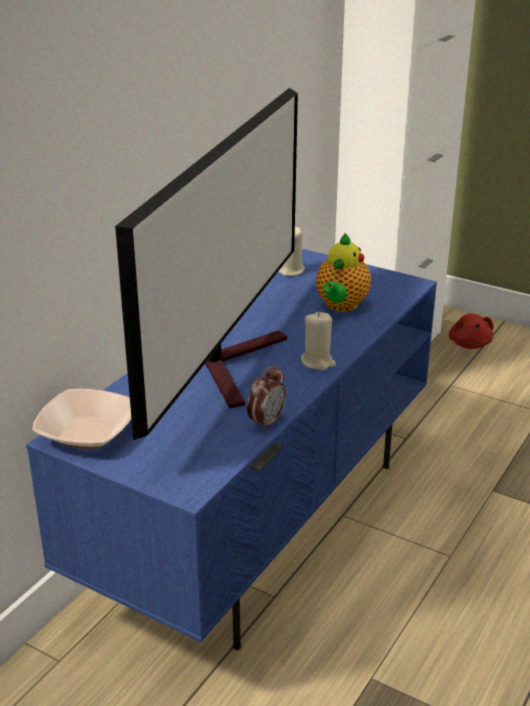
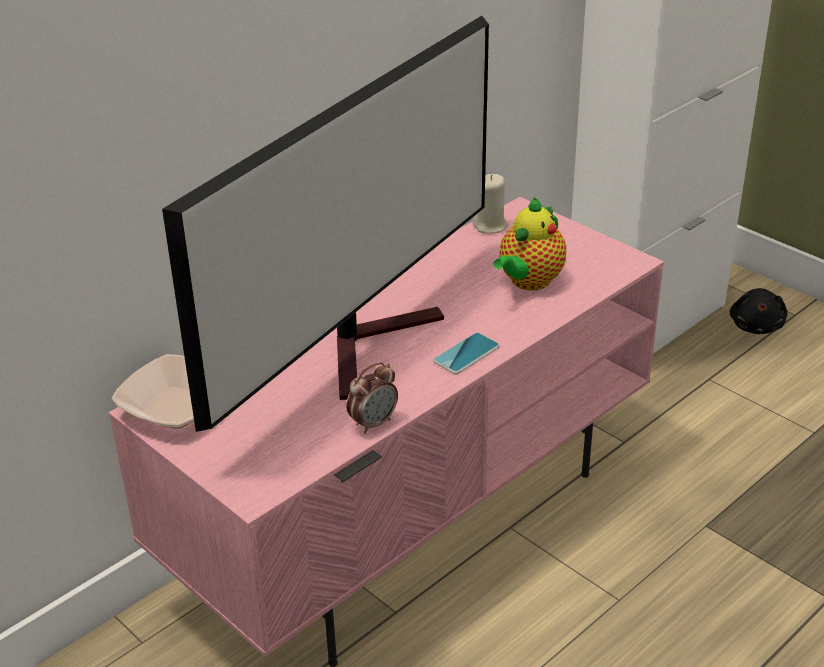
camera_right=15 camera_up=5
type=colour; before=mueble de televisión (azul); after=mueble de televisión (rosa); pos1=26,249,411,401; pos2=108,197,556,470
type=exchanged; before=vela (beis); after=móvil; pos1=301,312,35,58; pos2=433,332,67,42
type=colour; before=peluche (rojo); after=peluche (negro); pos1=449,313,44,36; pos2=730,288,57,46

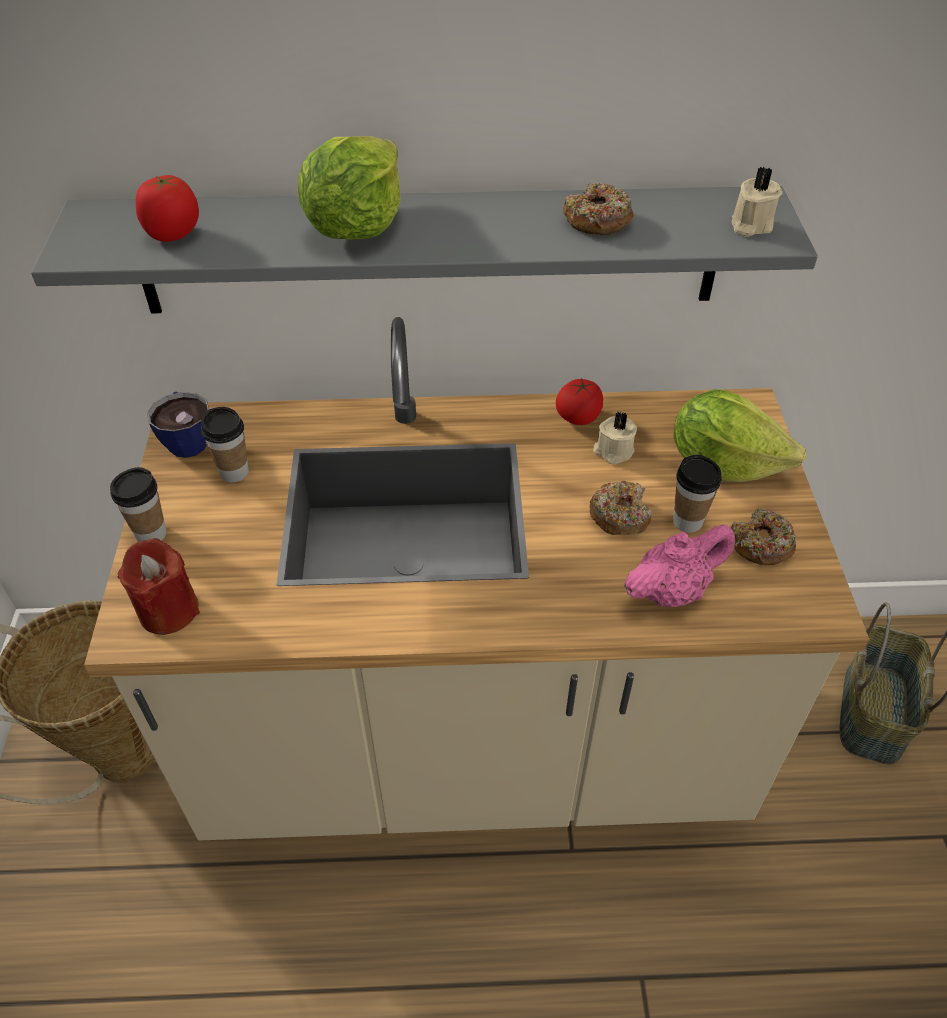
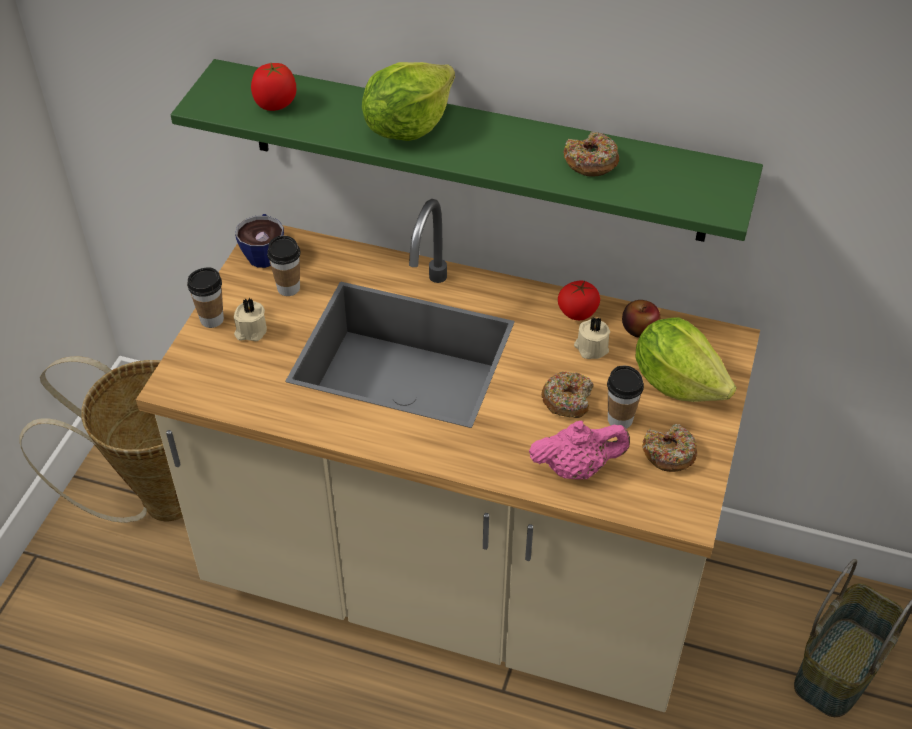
camera_right=20 camera_up=0
type=relocated; before=vela (beis); pos1=732,166,51,71; pos2=234,298,33,43
type=colour; before=estante (gris); after=estante (verde); pos1=31,186,787,128; pos2=171,59,592,183
type=missing; before=vela (rojo); pos1=117,538,83,97
type=appeared; after=manzana; pos2=622,300,38,38

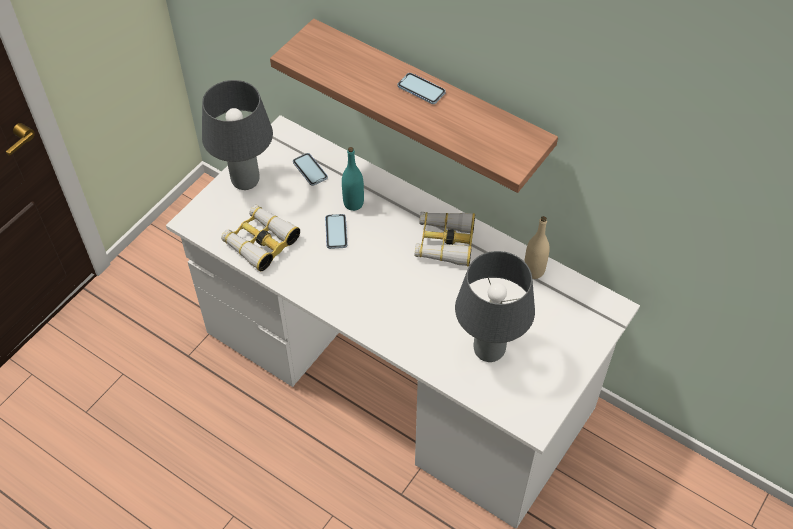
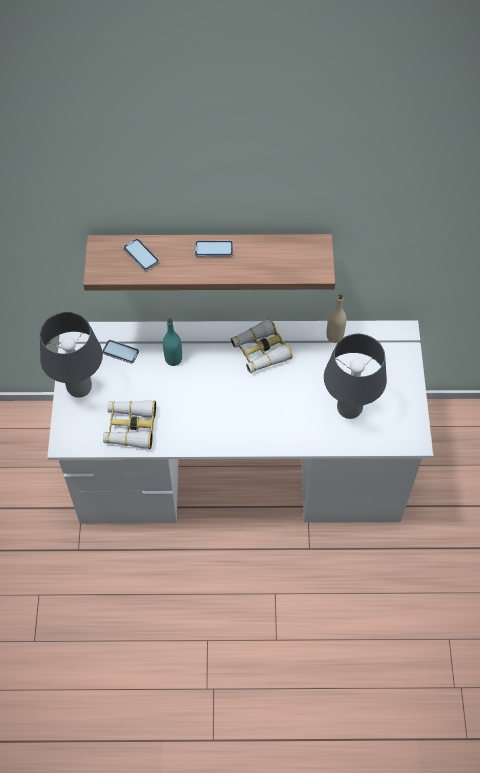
camera_right=-35 camera_up=5
type=relocated; before=móvil; pos1=325,214,23,35; pos2=123,239,36,32

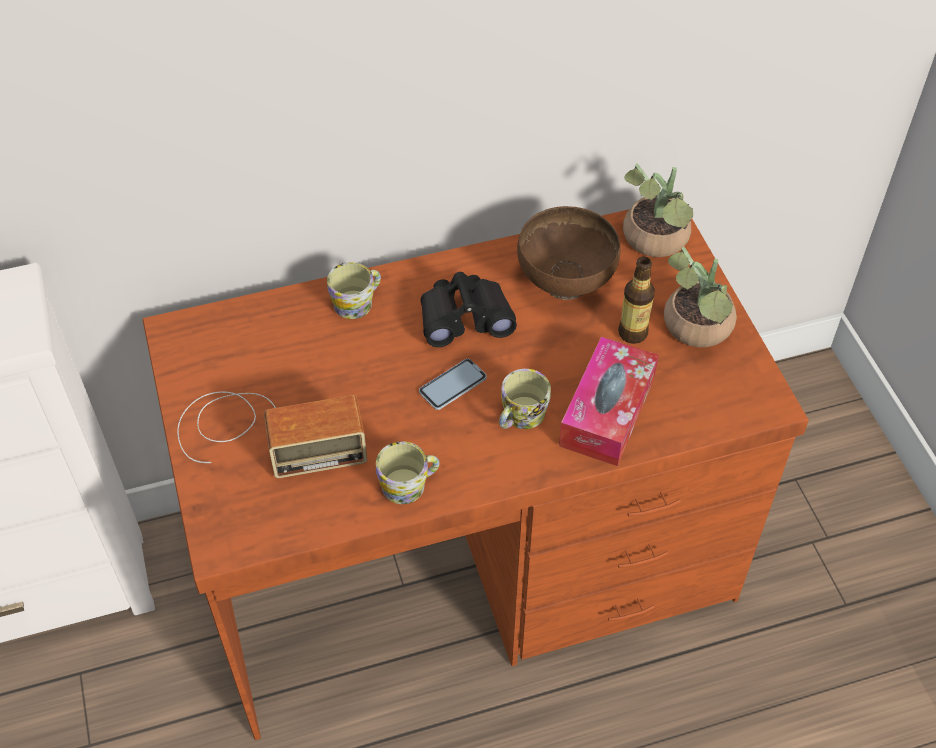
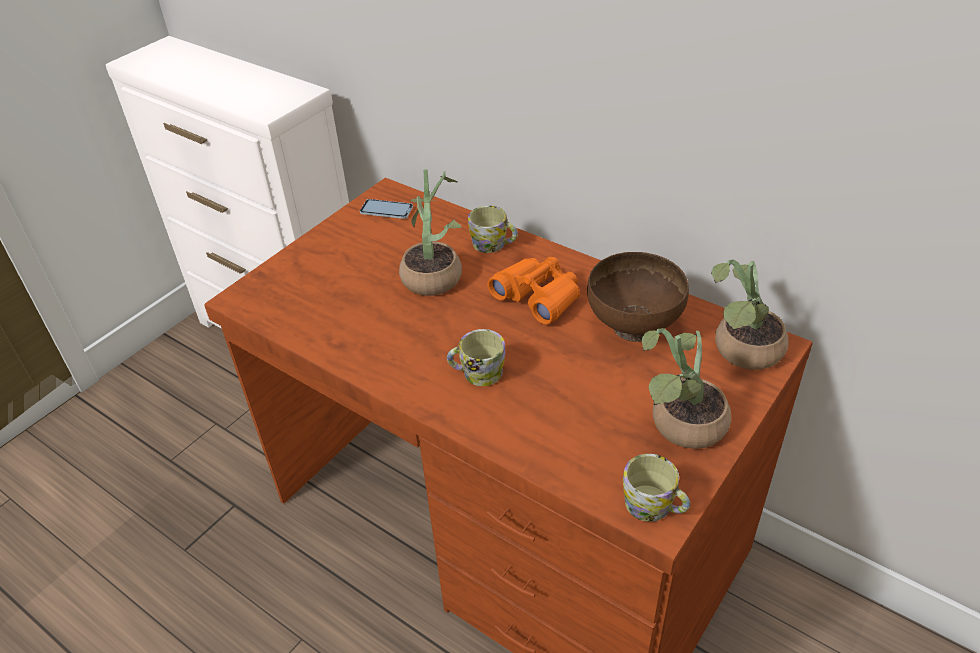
camera_right=55 camera_up=-10
type=missing; before=botella; pos1=618,256,37,88
type=colour; before=prismáticos (negro); after=prismáticos (naranja); pos1=420,272,97,75; pos2=487,257,93,68
type=missing; before=caja de pañuelos; pos1=559,337,100,129
type=relocated; before=móvil; pos1=419,359,68,51; pos2=360,199,53,20
type=missing; before=radio; pos1=177,392,190,86
type=relocated; before=taza grande; pos1=376,441,64,63; pos2=623,454,67,68
type=appeared; after=planta en maceta; pos2=399,169,63,127

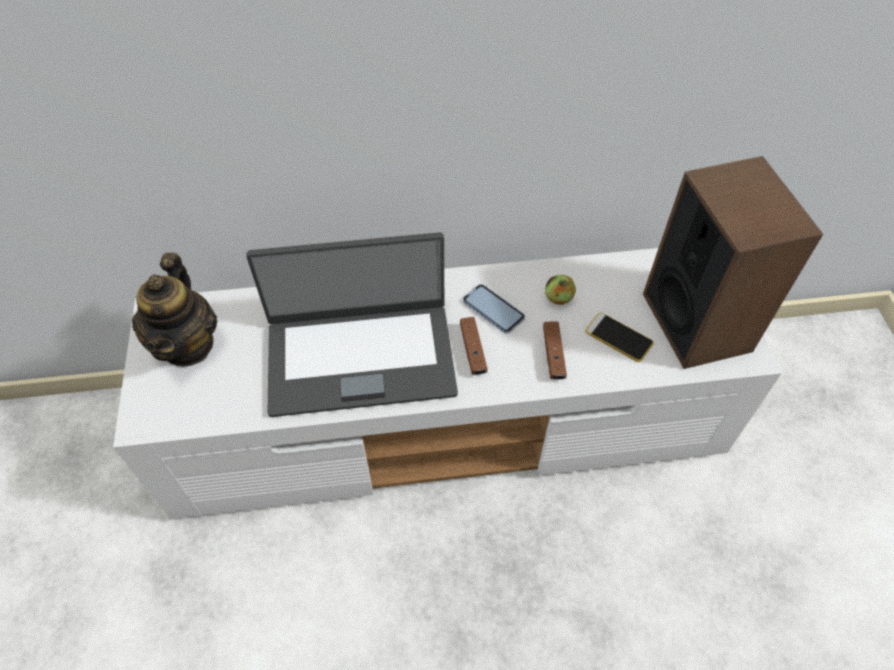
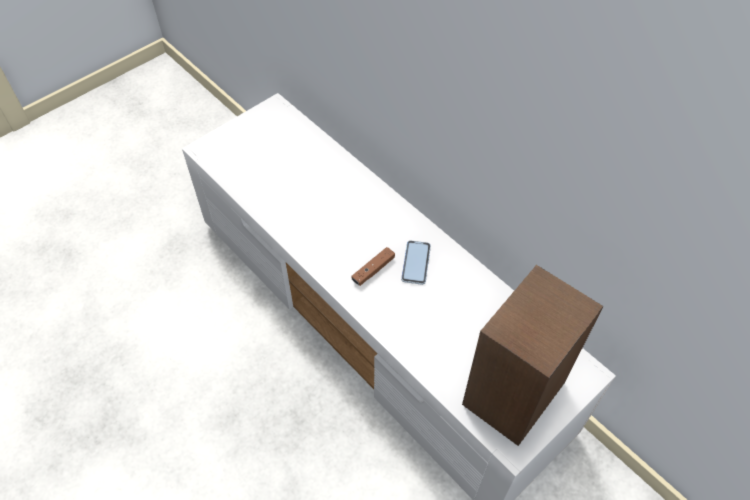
camera_right=55 camera_up=0
type=missing; before=portátil; pos1=246,232,212,185
type=missing; before=tetera; pos1=132,253,85,114
type=missing; before=manzana; pos1=545,275,31,30
type=missing; before=móvil; pos1=585,313,69,49
type=missing; before=mando de consola (marrón); pos1=543,321,24,59

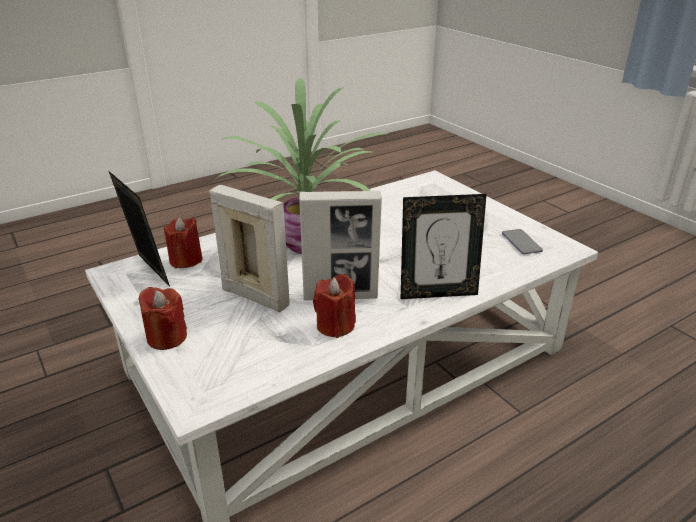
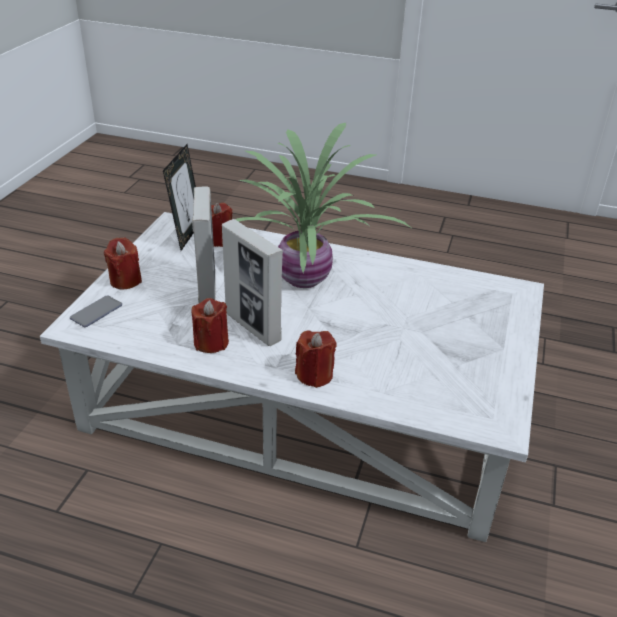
camera_right=50 camera_up=5
type=exchanged; before=portarretratos; after=vela (rojo); pos1=401,194,86,105; pos2=295,330,42,58
type=relocated; before=móvil; pos1=502,229,41,25; pos2=70,296,52,31

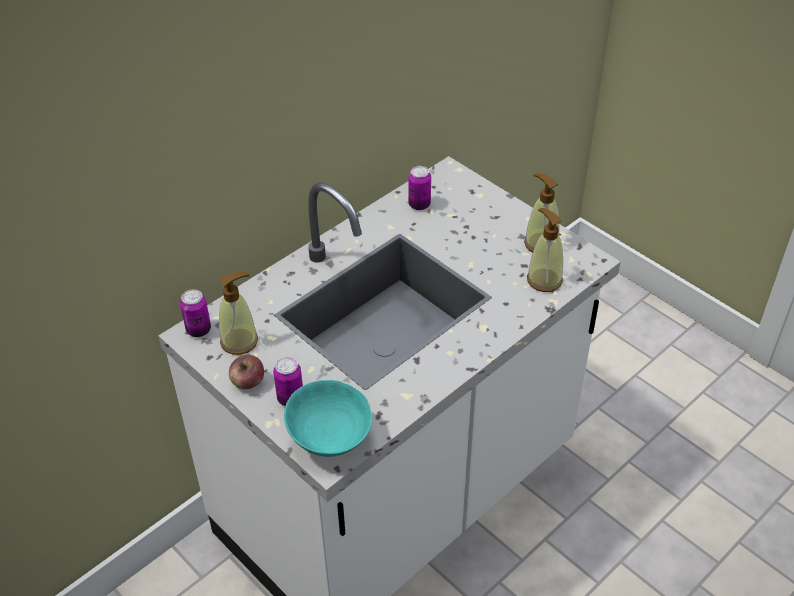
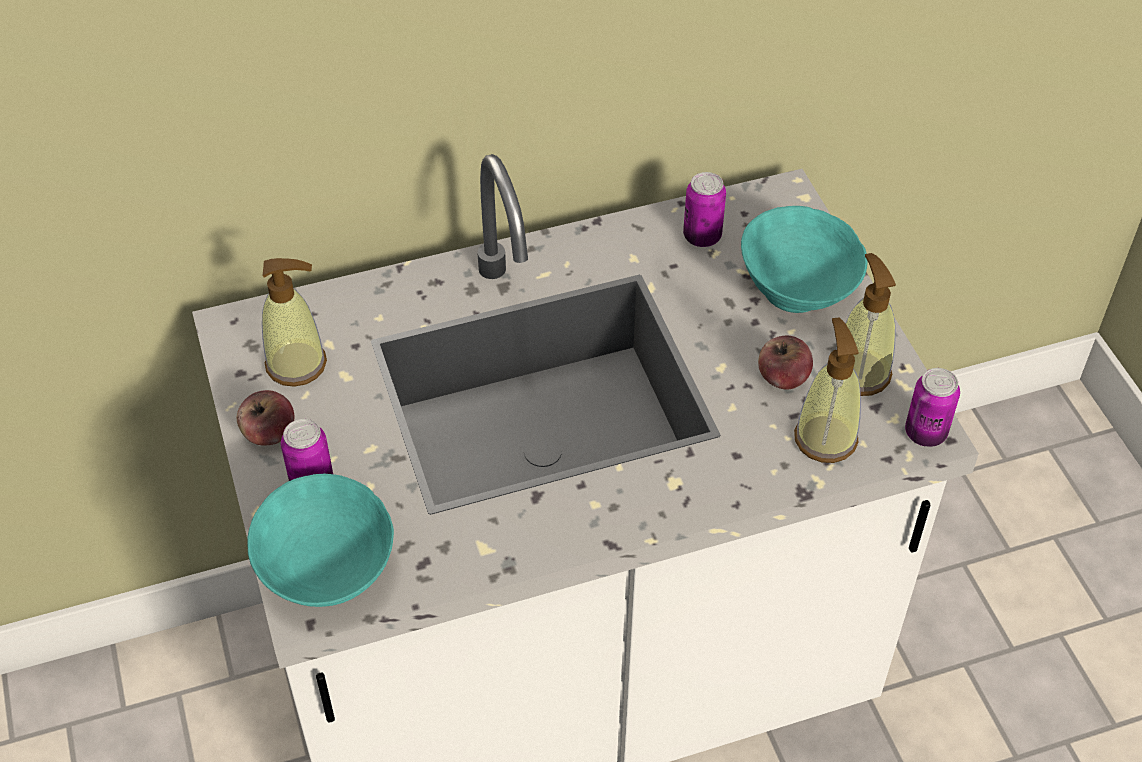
camera_right=25 camera_up=5
type=relocated; before=lata; pos1=180,289,31,48; pos2=905,368,55,79
type=appeared; after=cuenco (turquesa); pos2=741,206,127,107
type=appeared; after=manzana; pos2=758,336,55,53

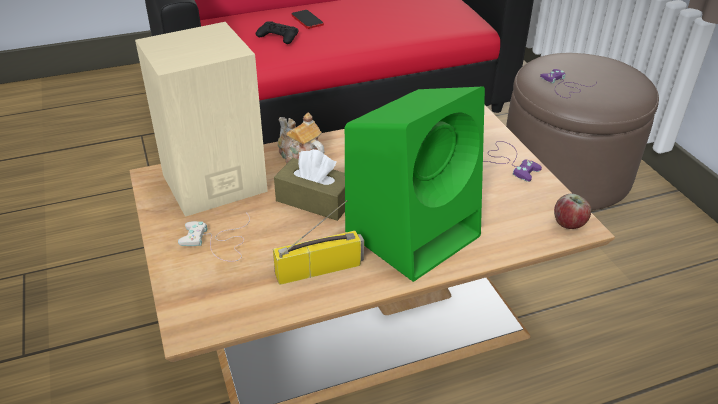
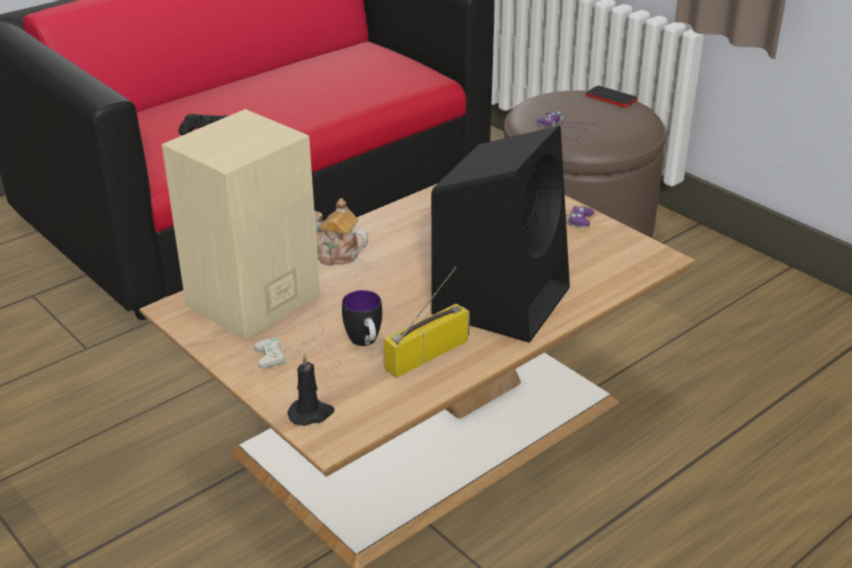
camera_right=-20 camera_up=-5
type=relocated; before=móvil; pos1=291,10,33,19; pos2=586,86,51,21
type=colour; before=altavoz (verde); after=altavoz (negro); pos1=345,87,140,195; pos2=431,126,139,217
type=missing; before=caja de pañuelos (marrón); pos1=274,149,71,72
type=missing; before=manzana; pos1=554,193,37,36
type=appeared; after=taza grande; pos2=342,290,40,56
type=appeared; after=vela (negro); pos2=287,354,47,72

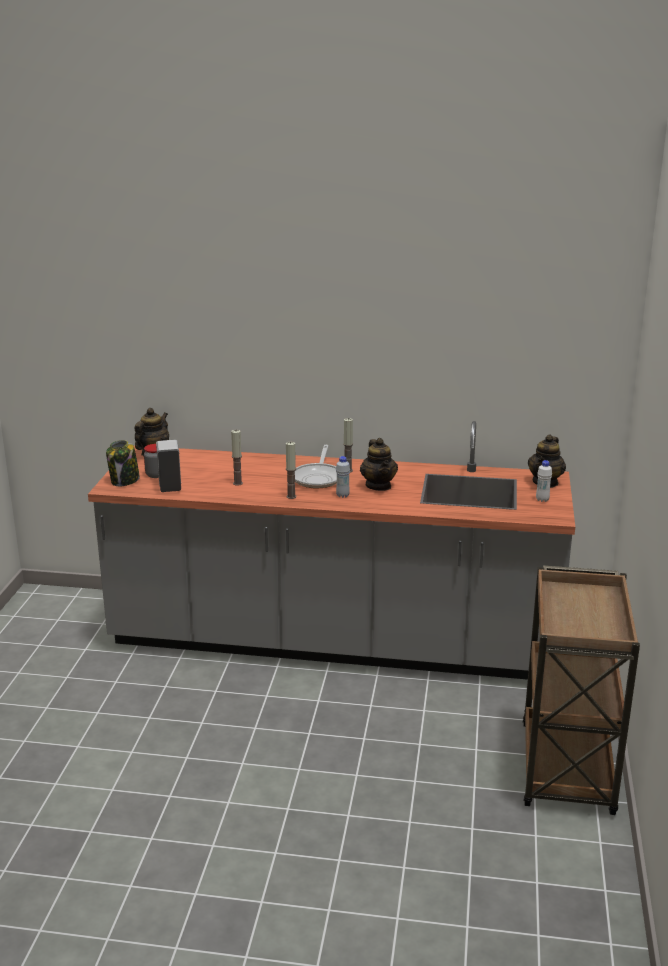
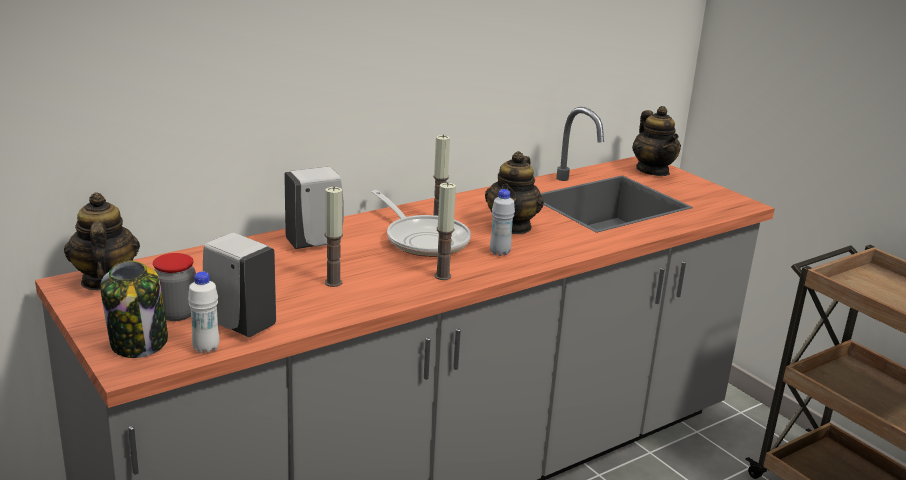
camera_right=-45 camera_up=0
type=spun; before=tetera; pos1=360,438,38,53; pos2=485,151,59,83; turn=75
type=relocated; before=botella (blanco); pos1=536,460,16,42; pos2=188,271,31,82
type=appeared; after=dispensador de jabón (blanco); pos2=284,167,60,82

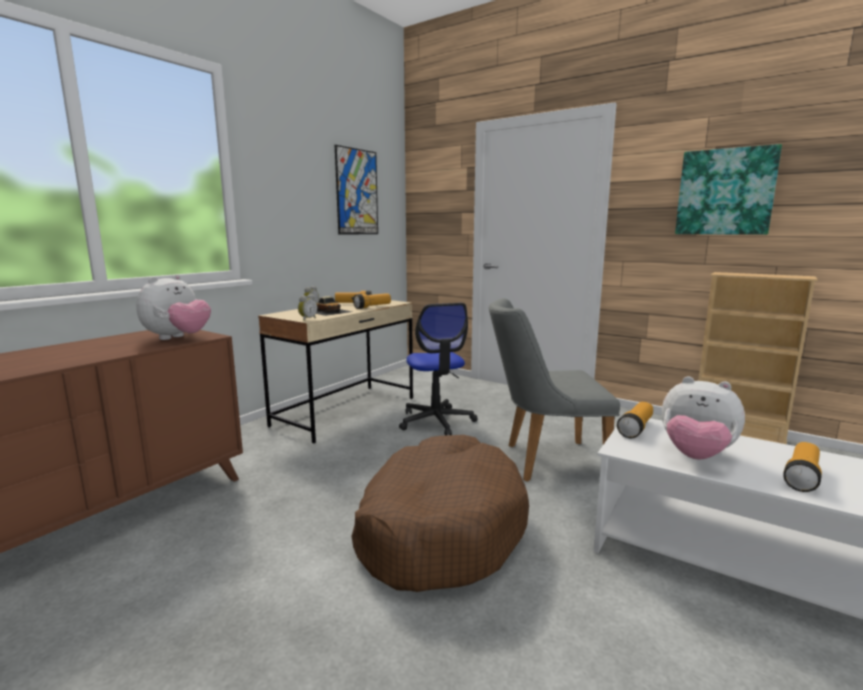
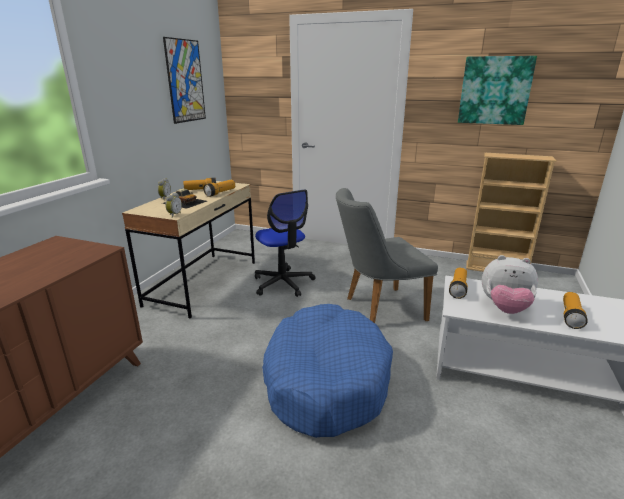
camera_right=-15 camera_up=10
type=missing; before=peluche; pos1=136,275,75,65
type=colour; before=cama para perro (marrón); after=cama para perro (azul); pos1=352,435,177,157; pos2=262,304,131,134

